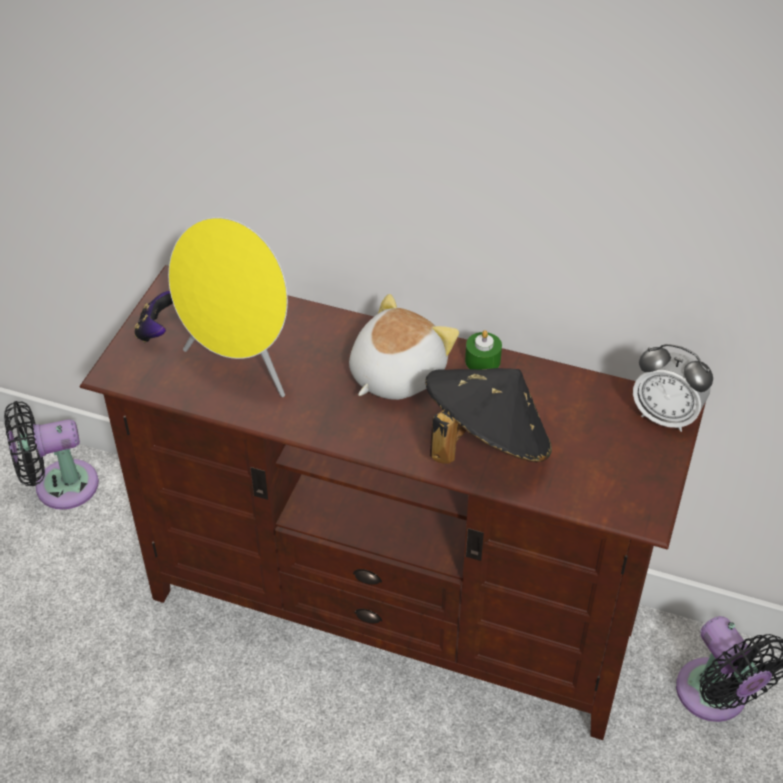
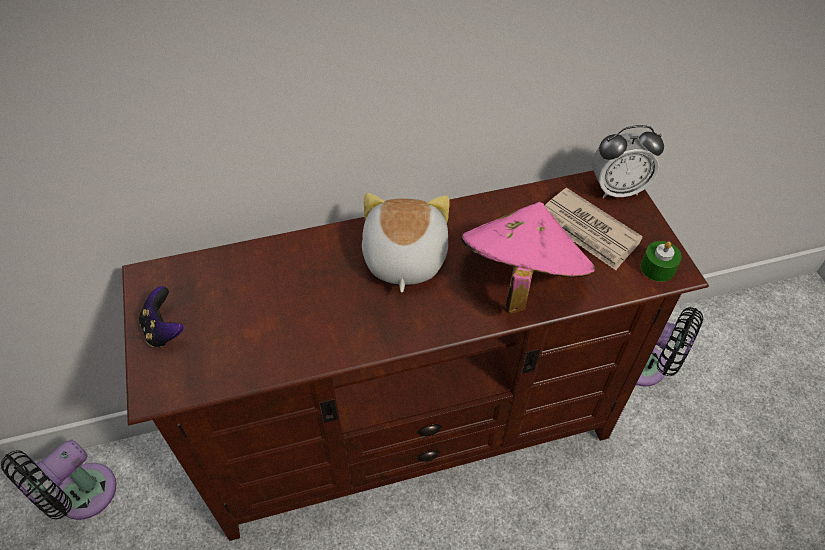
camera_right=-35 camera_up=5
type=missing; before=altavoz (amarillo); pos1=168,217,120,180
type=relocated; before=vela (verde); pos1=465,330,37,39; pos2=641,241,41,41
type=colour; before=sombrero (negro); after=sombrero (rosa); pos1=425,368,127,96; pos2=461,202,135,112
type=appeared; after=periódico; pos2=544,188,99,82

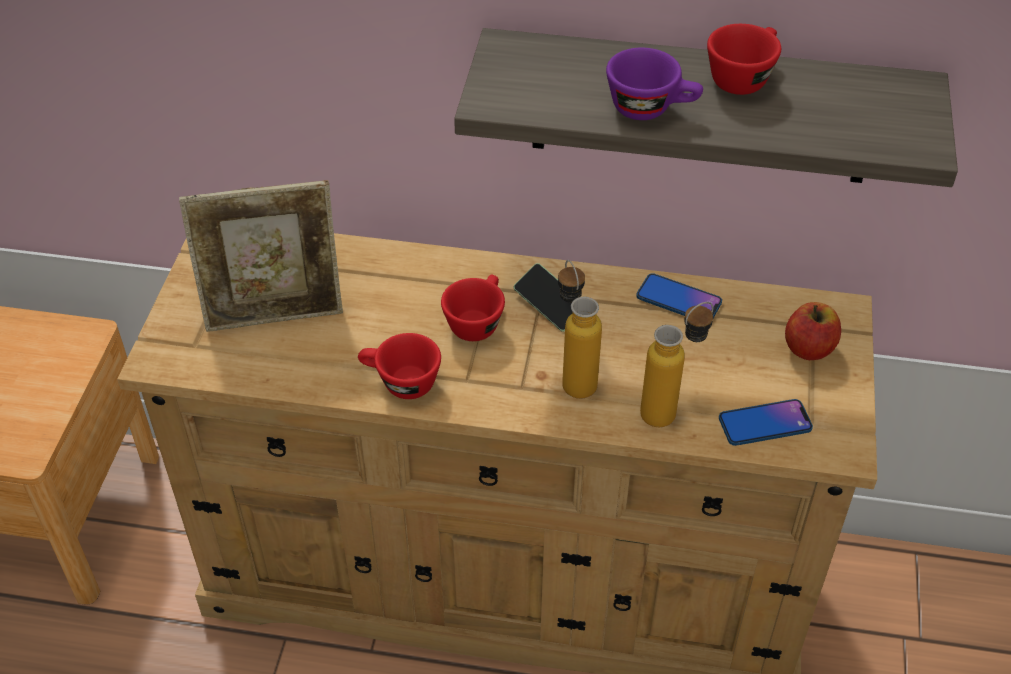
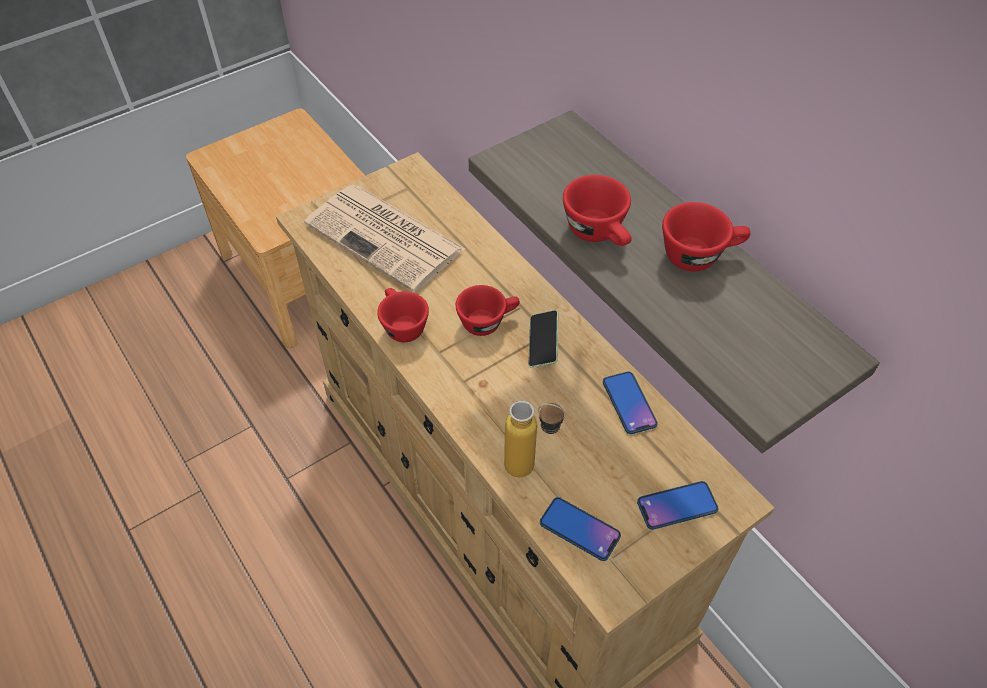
camera_right=45 camera_up=5
type=colour; before=taza (morado); after=taza (rojo); pos1=606,48,97,72; pos2=563,175,69,71
type=exchanged; before=portarretratos; after=periódico; pos1=179,180,164,152; pos2=304,185,161,107
type=missing; before=botella; pos1=558,260,44,139
type=exchanged; before=manzana; after=móvil; pos1=785,302,56,58; pos2=637,481,81,49

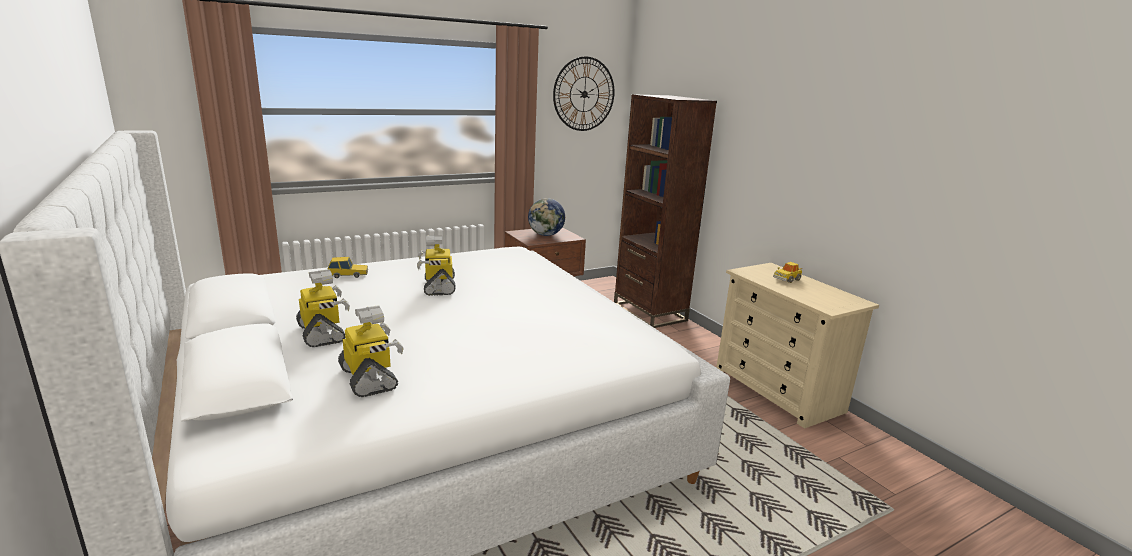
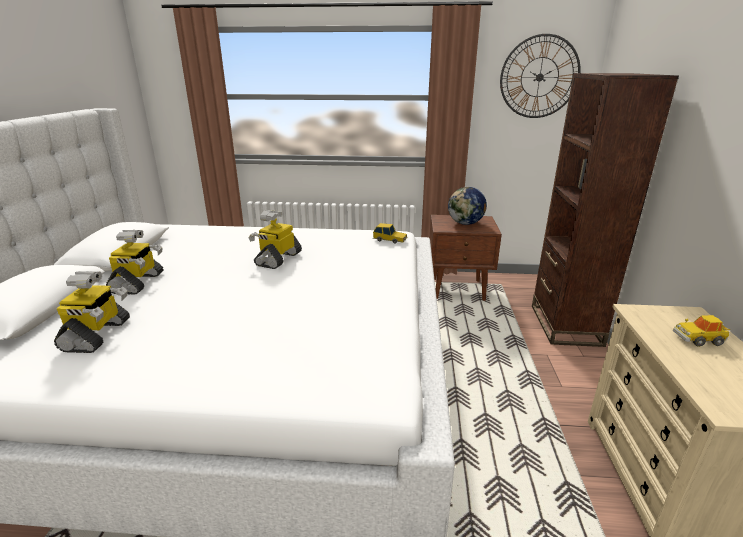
camera_right=35 camera_up=5
type=relocated; before=coche de juguete; pos1=328,257,40,21; pos2=373,223,34,21

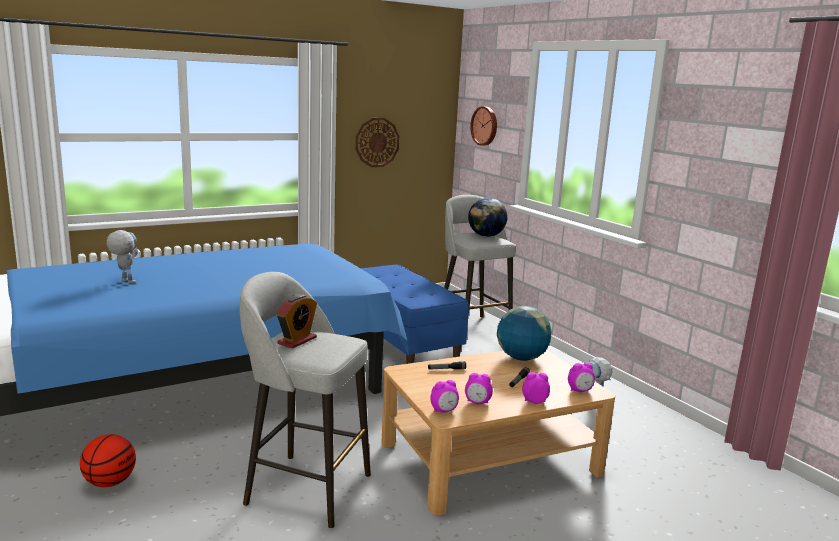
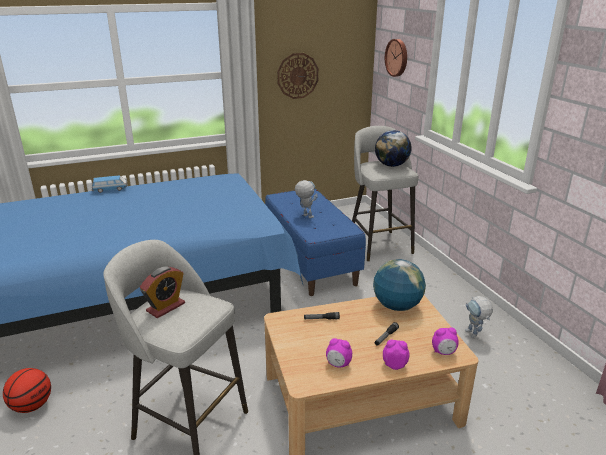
camera_right=10 camera_up=10
type=relocated; before=robot de juguete; pos1=107,230,31,54; pos2=295,180,23,38
type=missing; before=despertador; pos1=430,380,29,33
type=appeared; after=coche de juguete; pos2=92,175,36,18

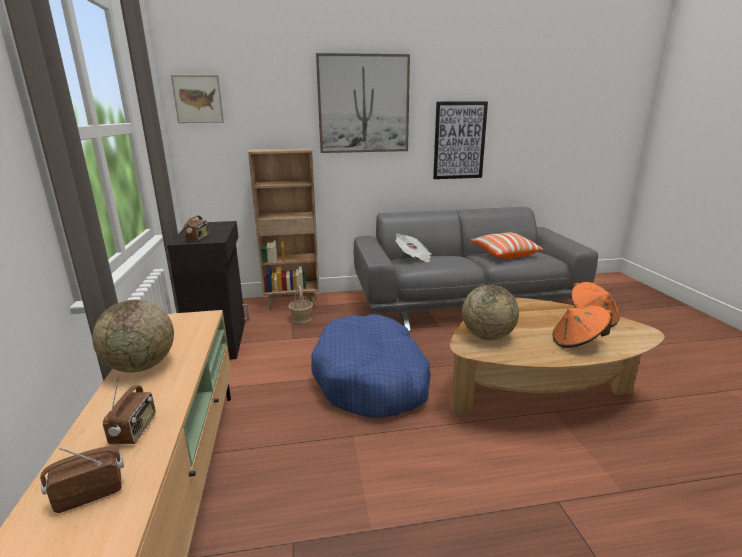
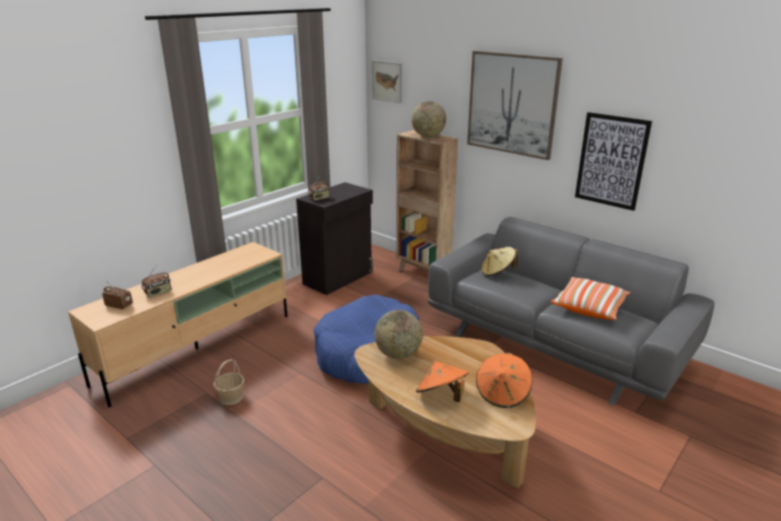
camera_right=50 camera_up=5
type=exchanged; before=periódico; after=sombrero (beis); pos1=395,234,36,28; pos2=481,247,37,30
type=relocated; before=cesta; pos1=289,286,24,38; pos2=213,359,31,46
type=relocated; before=globo terráqueo; pos1=92,300,82,72; pos2=411,101,35,36

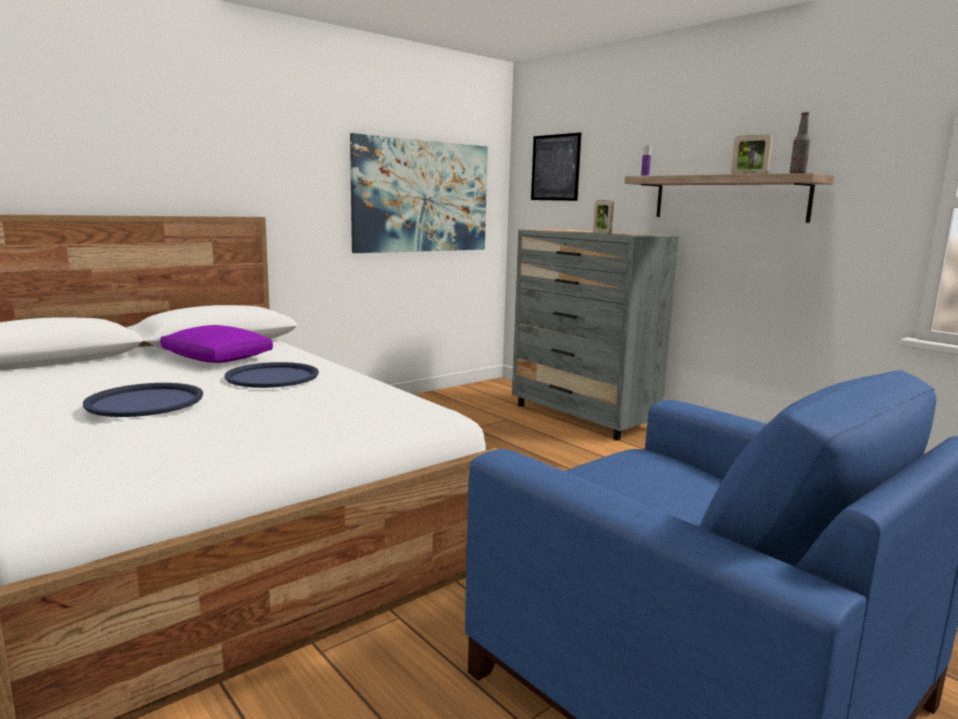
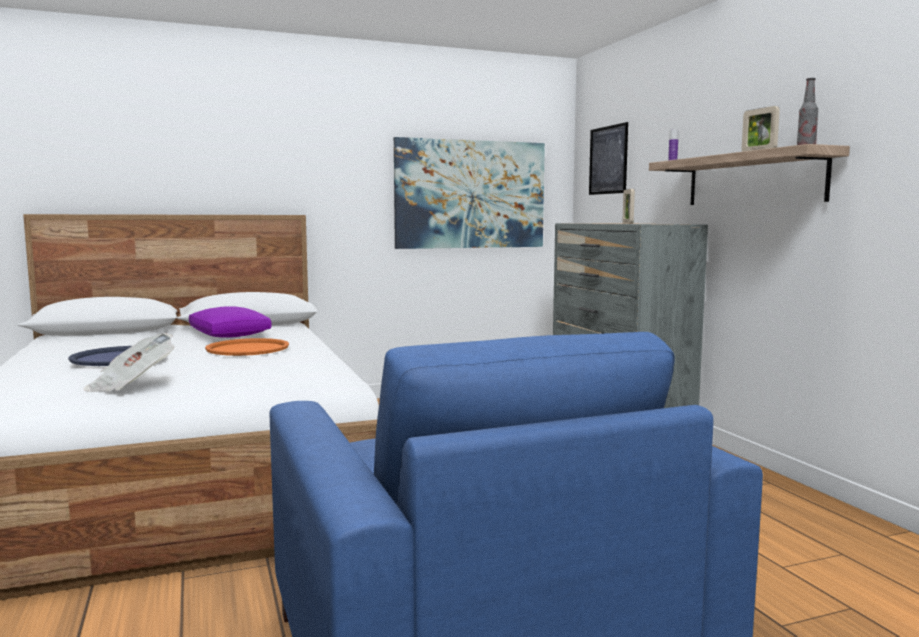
camera_right=20 camera_up=-5
type=colour; before=bandeja (azul); after=bandeja (naranja); pos1=224,362,95,26; pos2=205,338,84,18
type=appeared; after=periódico; pos2=84,333,90,59

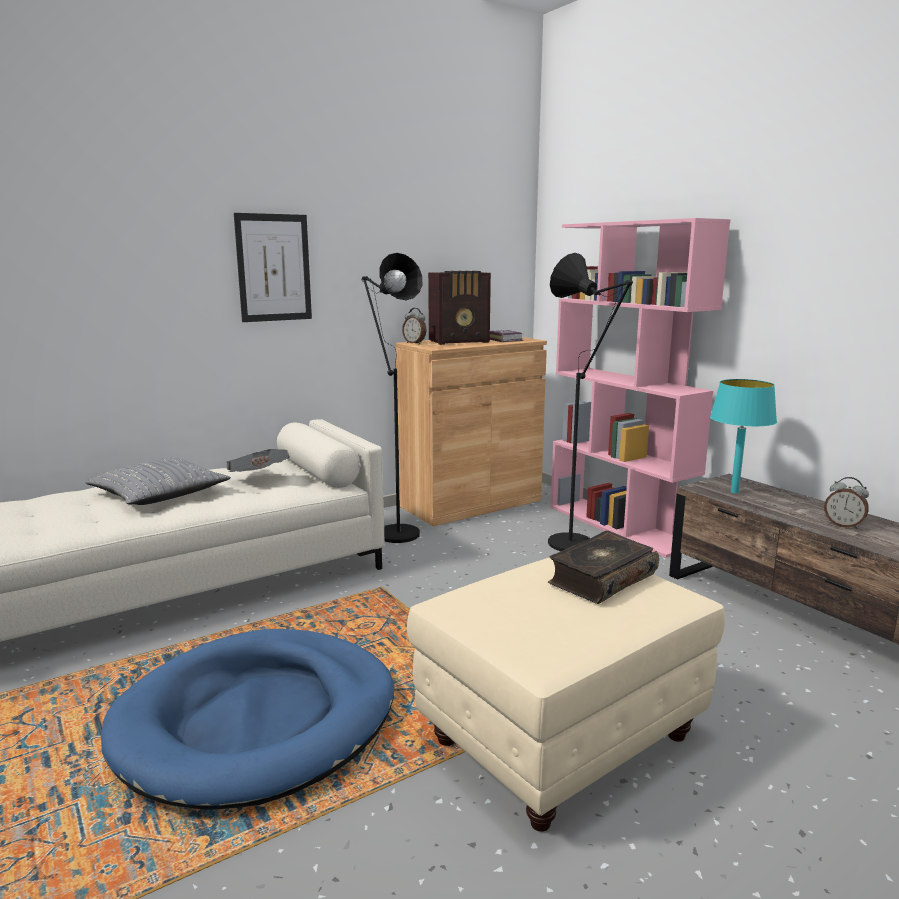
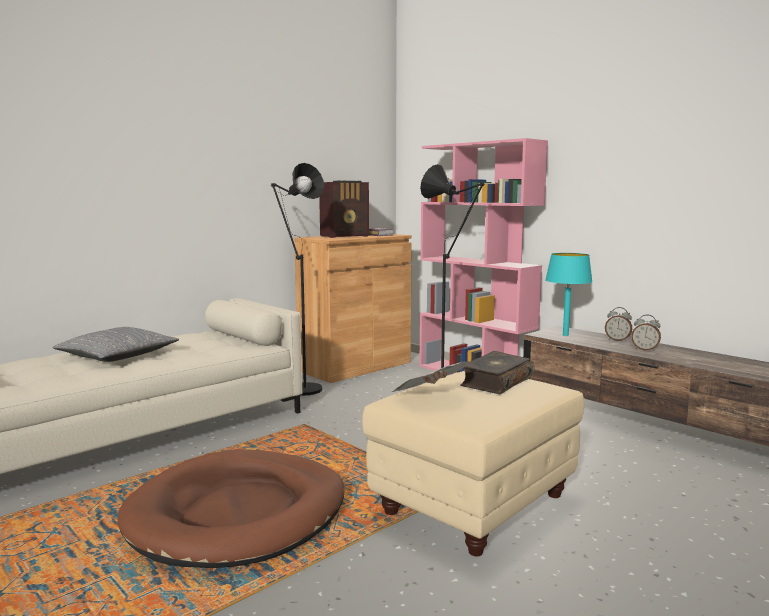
camera_right=-10 camera_up=-5
type=missing; before=cuadro; pos1=234,213,78,109
type=relocated; before=despertador; pos1=402,308,24,36; pos2=605,307,27,35
type=relocated; before=periódico; pos1=226,449,64,23; pos2=392,361,79,31
type=colour; before=cama para perro (azul); after=cama para perro (marrón); pos1=101,629,293,181; pos2=118,449,226,119

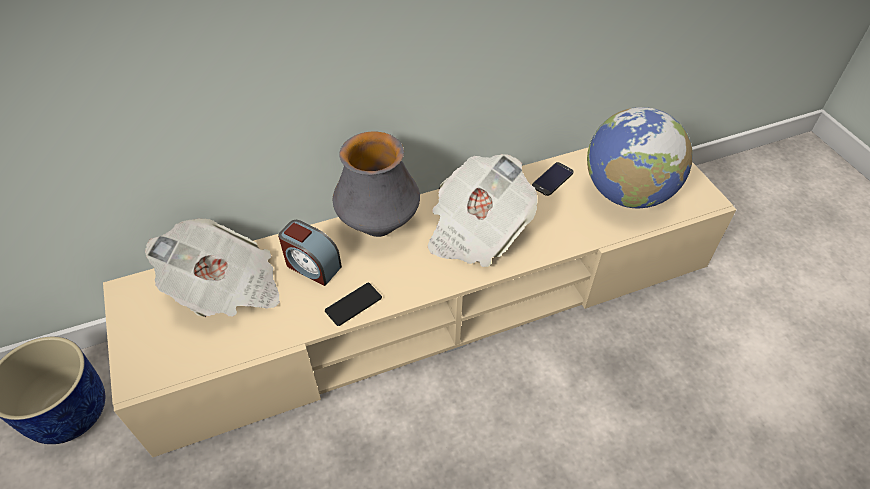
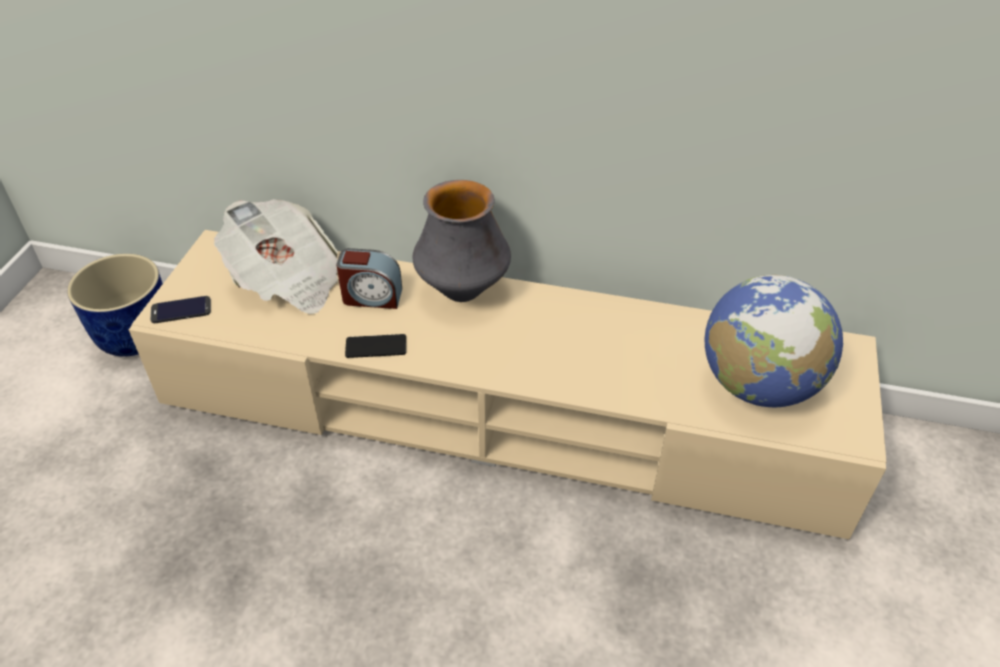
camera_right=35 camera_up=-5
type=missing; before=periódico; pos1=427,154,111,113
type=relocated; before=móvil; pos1=532,162,42,34; pos2=150,296,61,27
type=spun; before=despertador; pos1=278,220,64,66; pos2=336,248,66,61; turn=-60

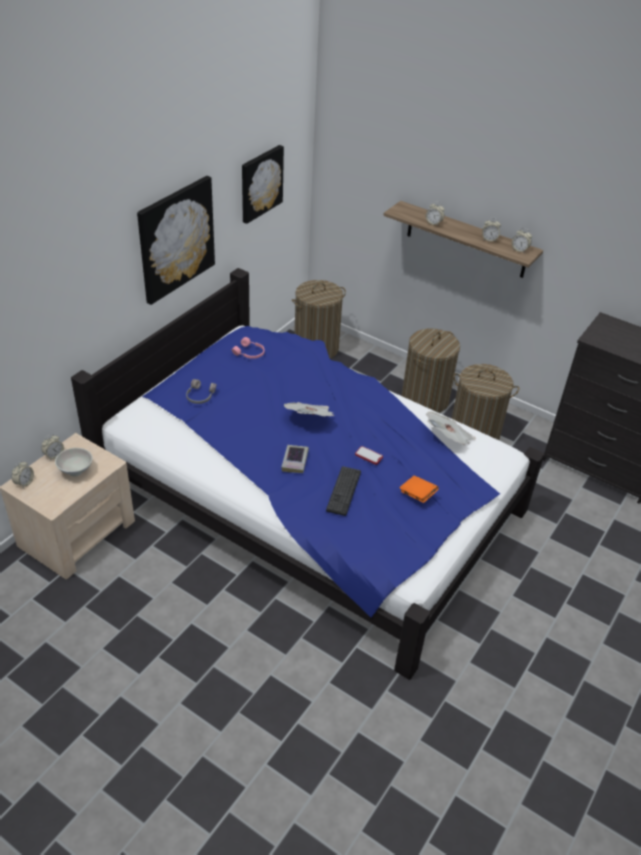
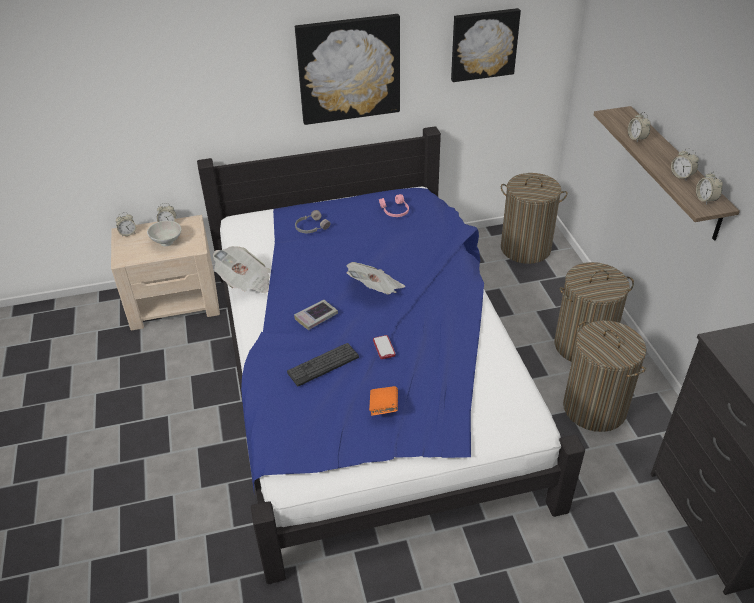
camera_right=45 camera_up=0
type=relocated; before=periódico; pos1=426,411,50,34; pos2=213,246,57,47

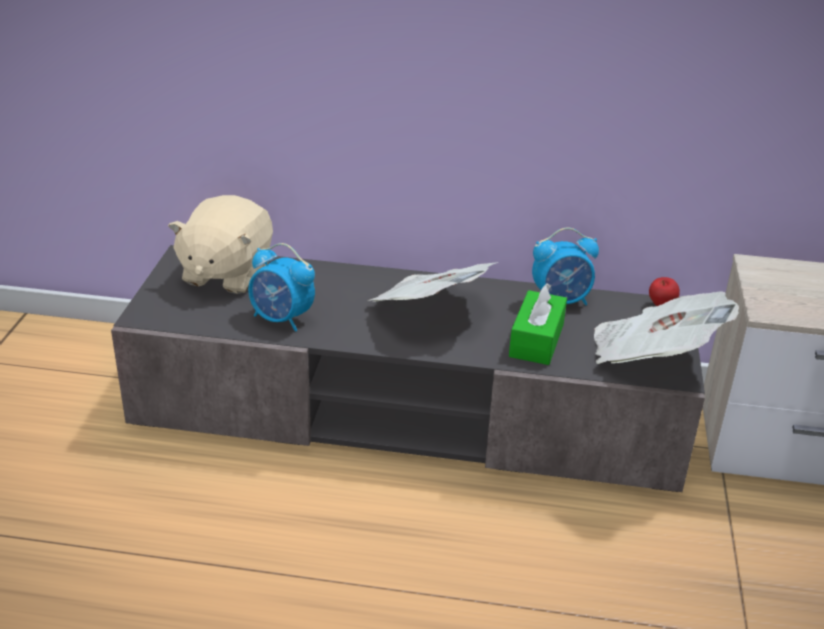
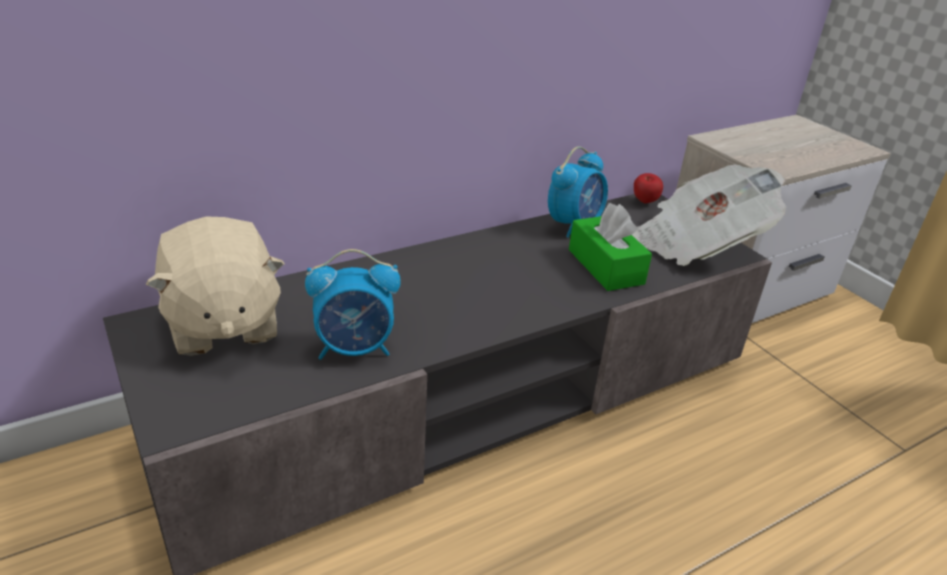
camera_right=-40 camera_up=0
type=missing; before=periódico; pos1=368,262,130,40

